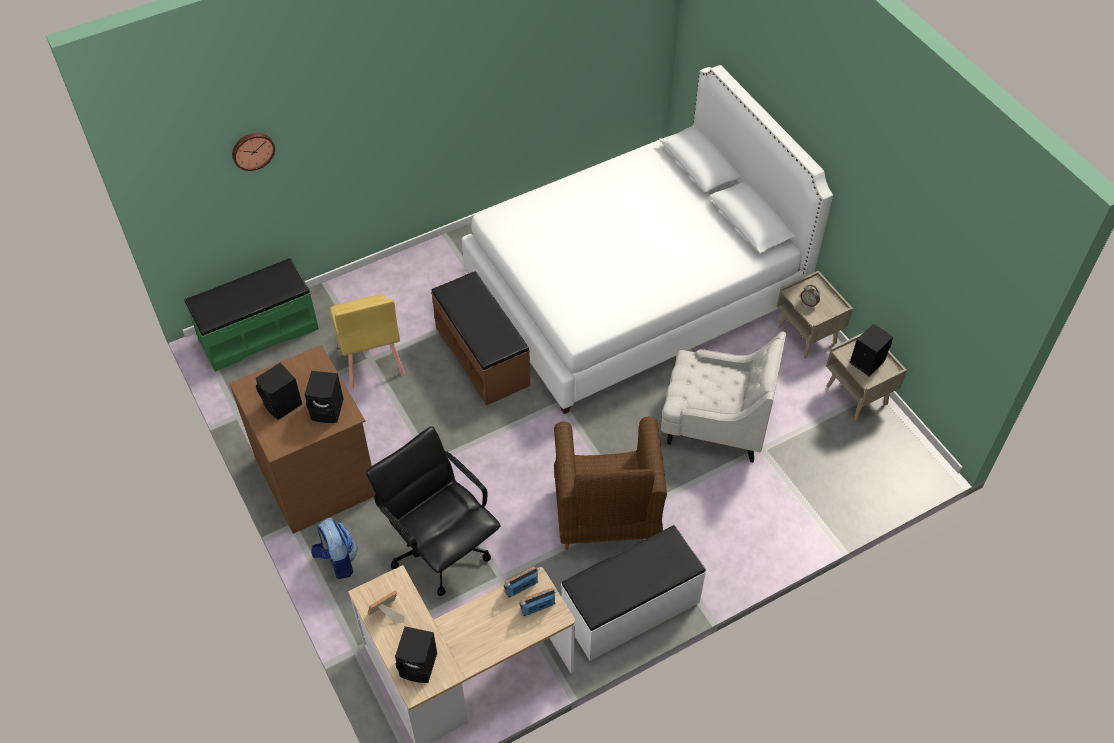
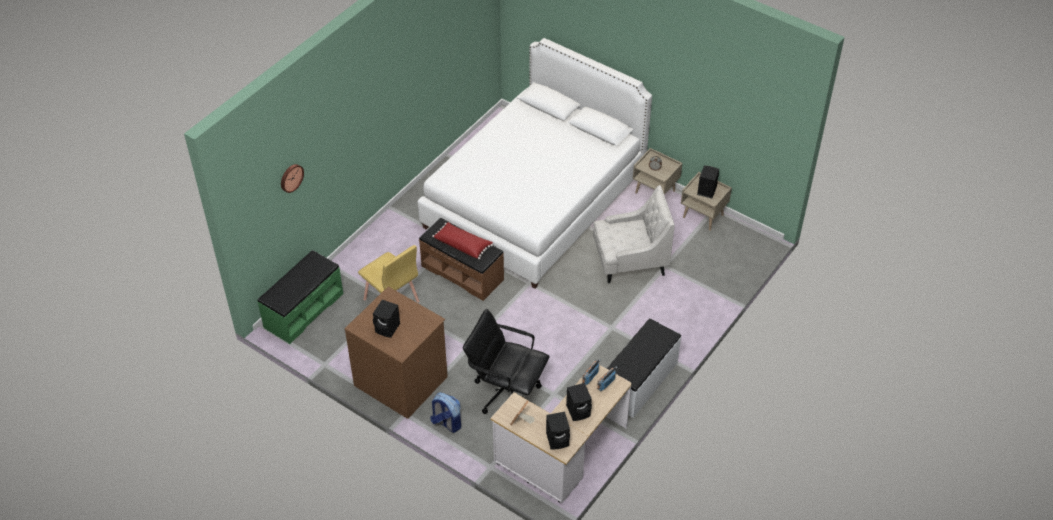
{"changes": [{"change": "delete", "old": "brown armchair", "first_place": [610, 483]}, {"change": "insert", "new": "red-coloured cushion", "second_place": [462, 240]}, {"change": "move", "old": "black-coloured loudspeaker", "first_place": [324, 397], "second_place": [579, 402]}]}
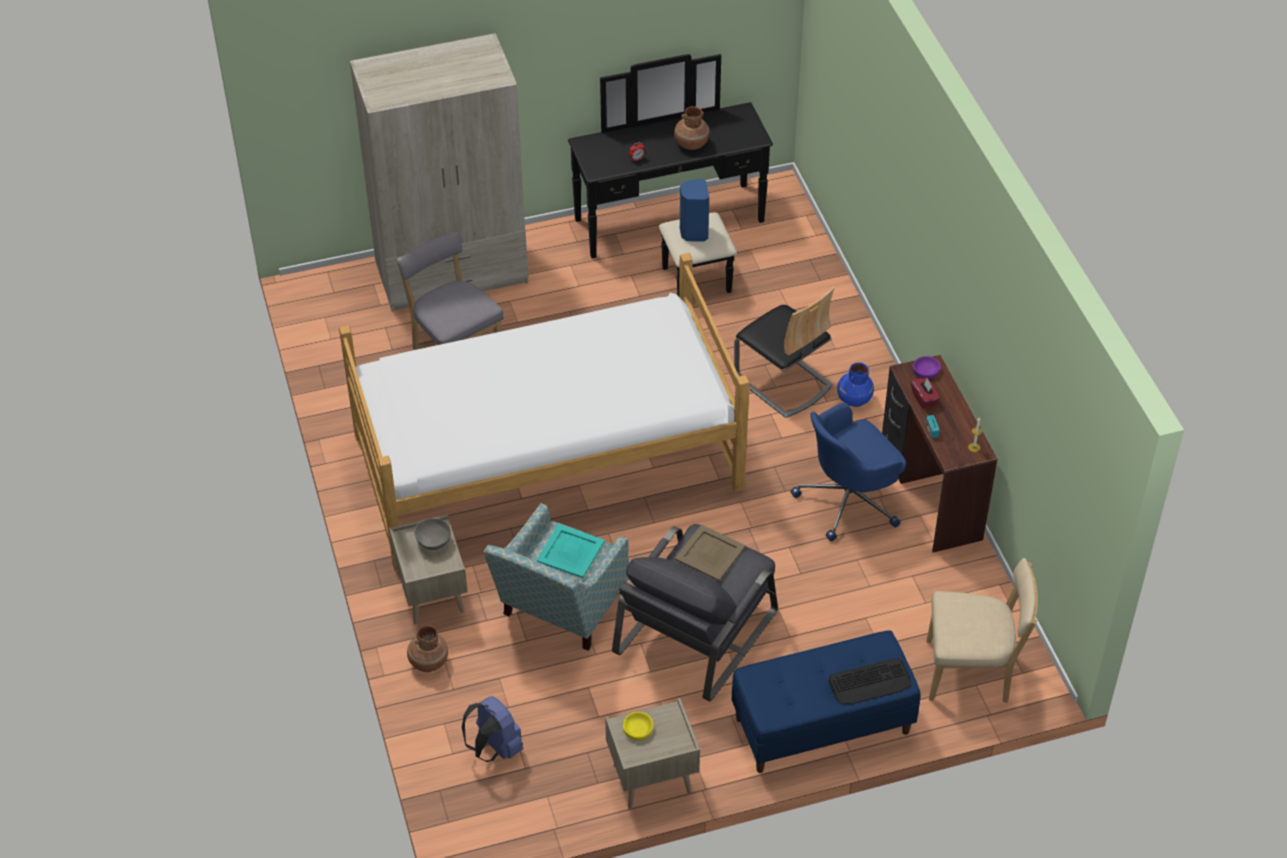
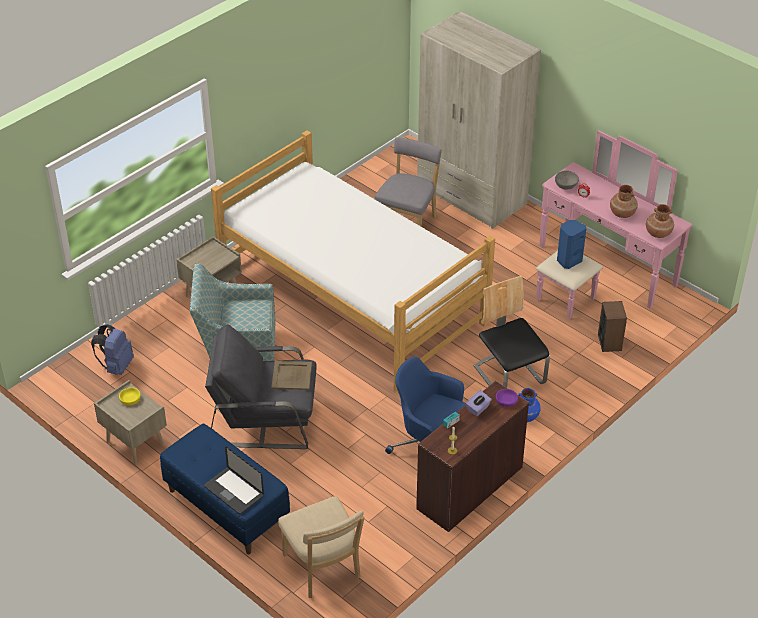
{"changes": [{"change": "delete", "old": "turquoise-coloured serving tray", "first_place": [570, 551]}, {"change": "insert", "new": "loudspeaker", "second_place": [612, 326]}, {"change": "move", "old": "brown decorative vase", "first_place": [427, 648], "second_place": [660, 221]}, {"change": "move", "old": "grey bowl", "first_place": [432, 534], "second_place": [567, 180]}, {"change": "replace", "old": "computer keyboard", "new": "portable computer", "first_place": [869, 681], "second_place": [234, 480]}, {"change": "recolor", "old": "black-coloured dresser", "new": "pink dresser", "first_place": [670, 175], "second_place": [614, 224]}, {"change": "recolor", "old": "red-coloured box of tissues", "new": "purple box of tissues", "first_place": [925, 393], "second_place": [479, 403]}, {"change": "rotate", "old": "plain chair", "first_place": [784, 352], "second_place": [512, 332], "degrees": 135}]}
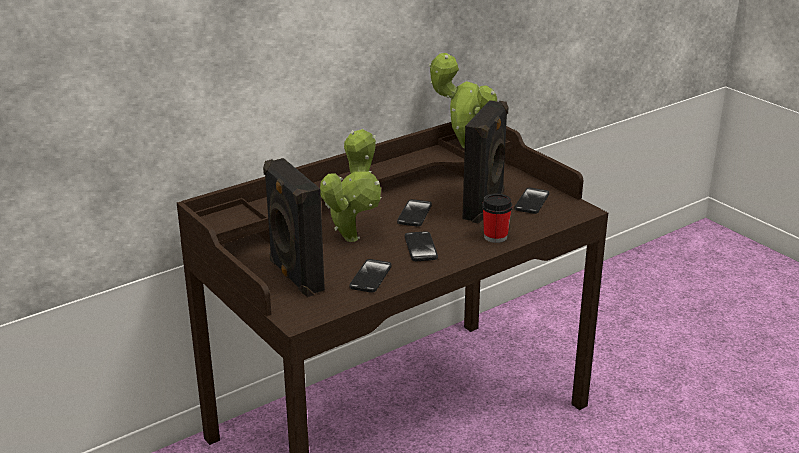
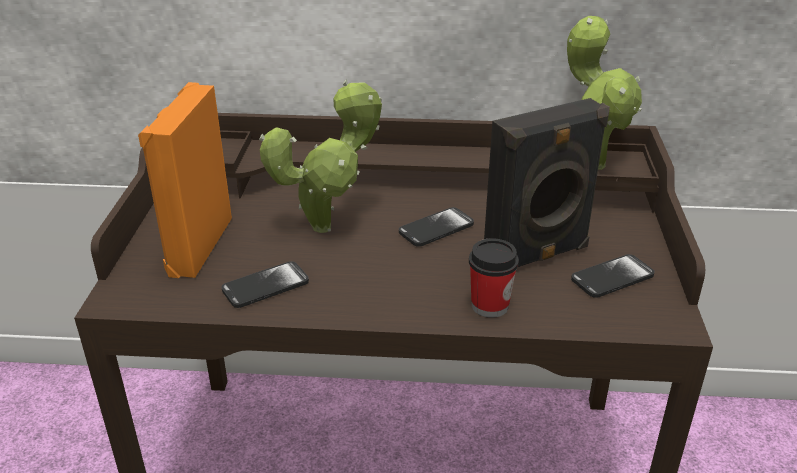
{"changes": [{"change": "delete", "old": "phone", "first_place": [421, 246]}, {"change": "recolor", "old": "black-coloured loudspeaker", "new": "orange-coloured loudspeaker", "first_place": [294, 227], "second_place": [185, 180]}]}
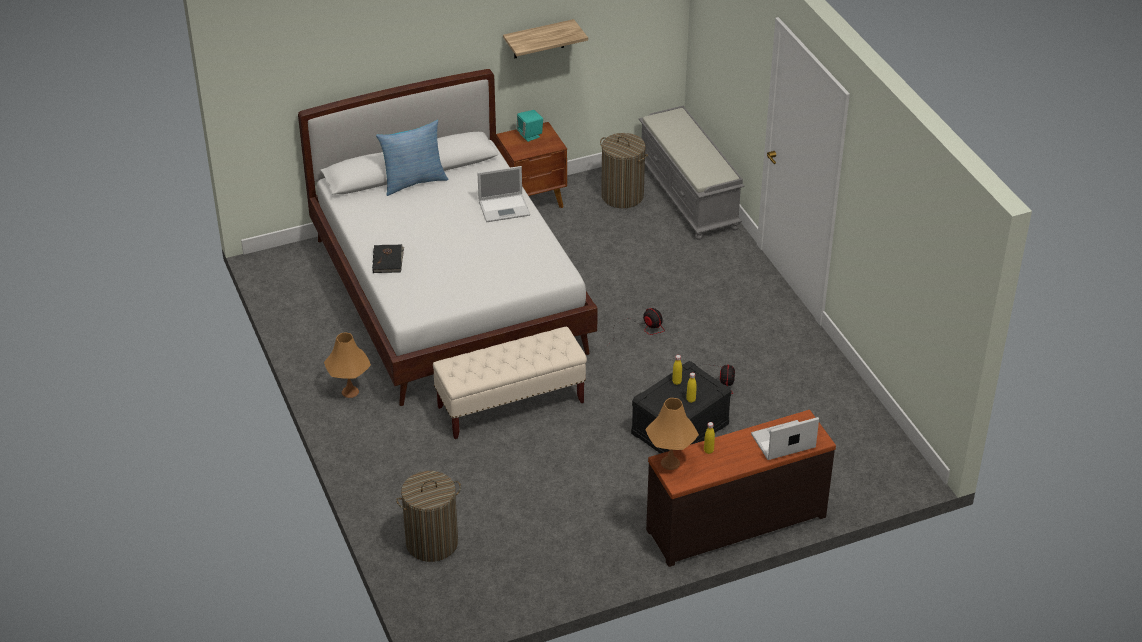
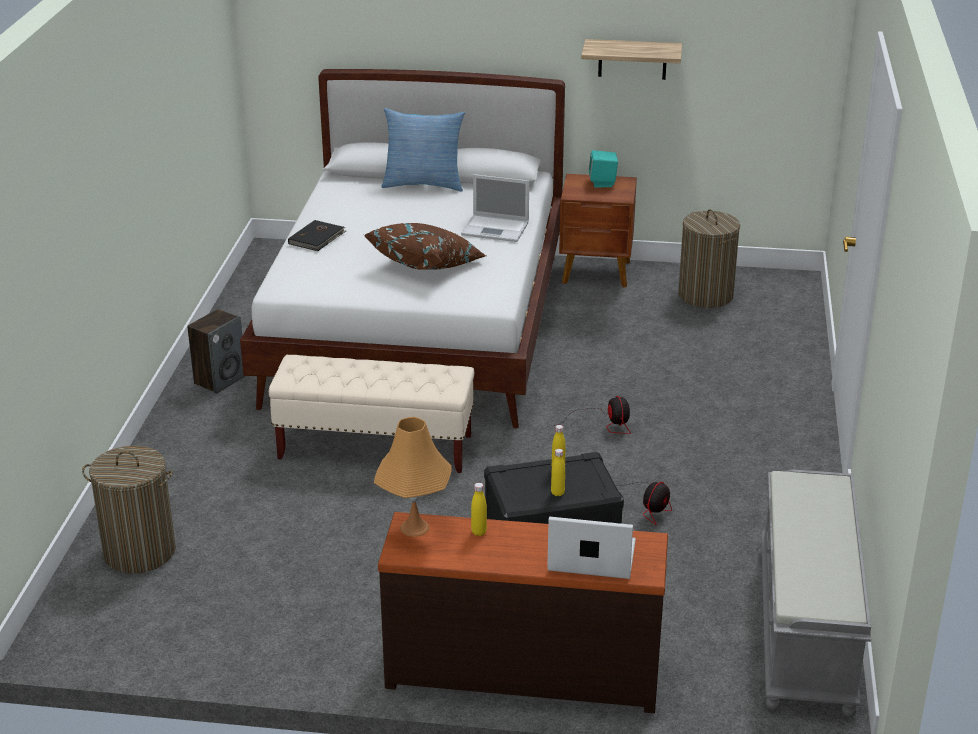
{"changes": [{"change": "insert", "new": "brown cushion", "second_place": [425, 246]}, {"change": "move", "old": "grey bench", "first_place": [692, 173], "second_place": [816, 593]}, {"change": "replace", "old": "orange-coloured table lamp", "new": "loudspeaker", "first_place": [347, 365], "second_place": [216, 351]}]}
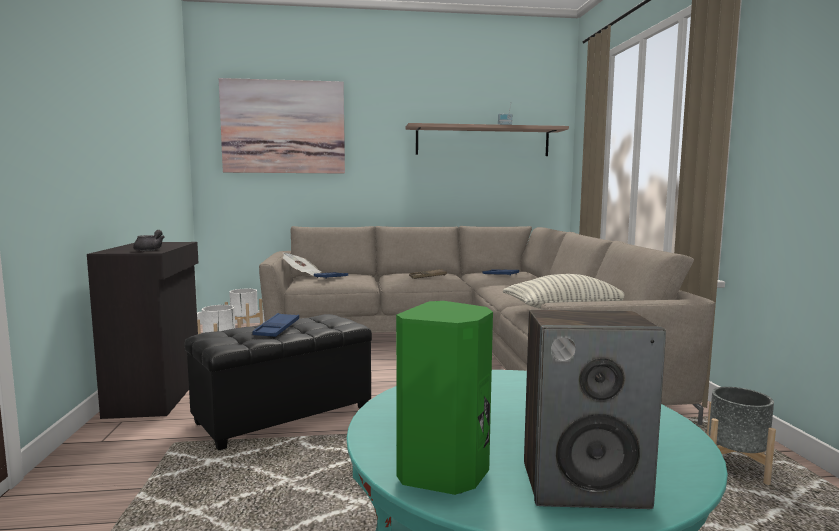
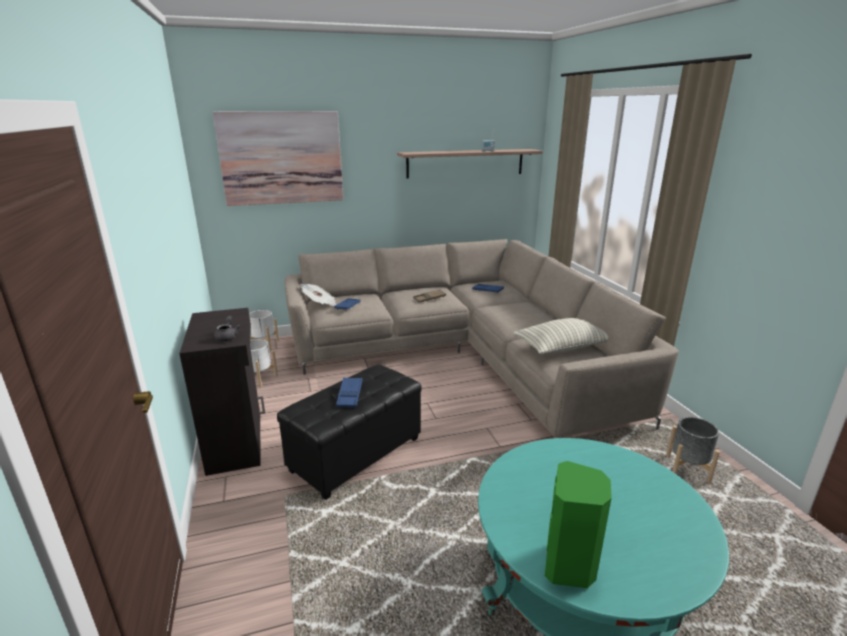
{"changes": [{"change": "delete", "old": "loudspeaker", "first_place": [595, 409]}]}
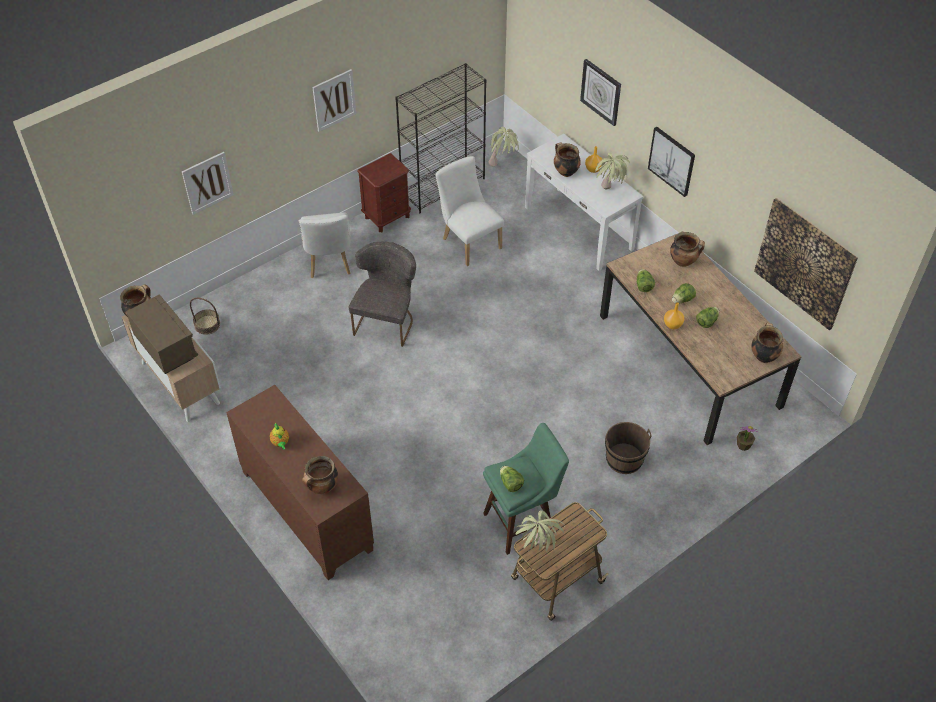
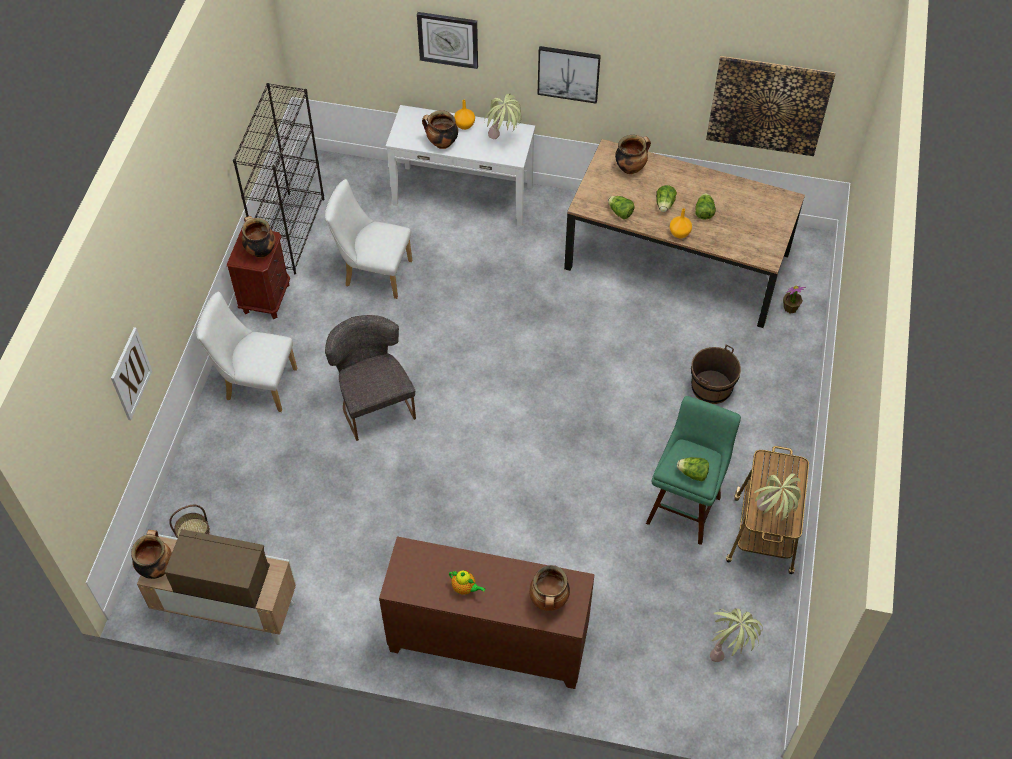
{"changes": [{"change": "delete", "old": "wall picture", "first_place": [334, 100]}, {"change": "move", "old": "plant in a pot", "first_place": [503, 146], "second_place": [736, 635]}, {"change": "move", "old": "stockpot", "first_place": [767, 343], "second_place": [259, 237]}, {"change": "rotate", "old": "white-coloured plain chair", "first_place": [325, 245], "second_place": [247, 352], "degrees": 150}]}
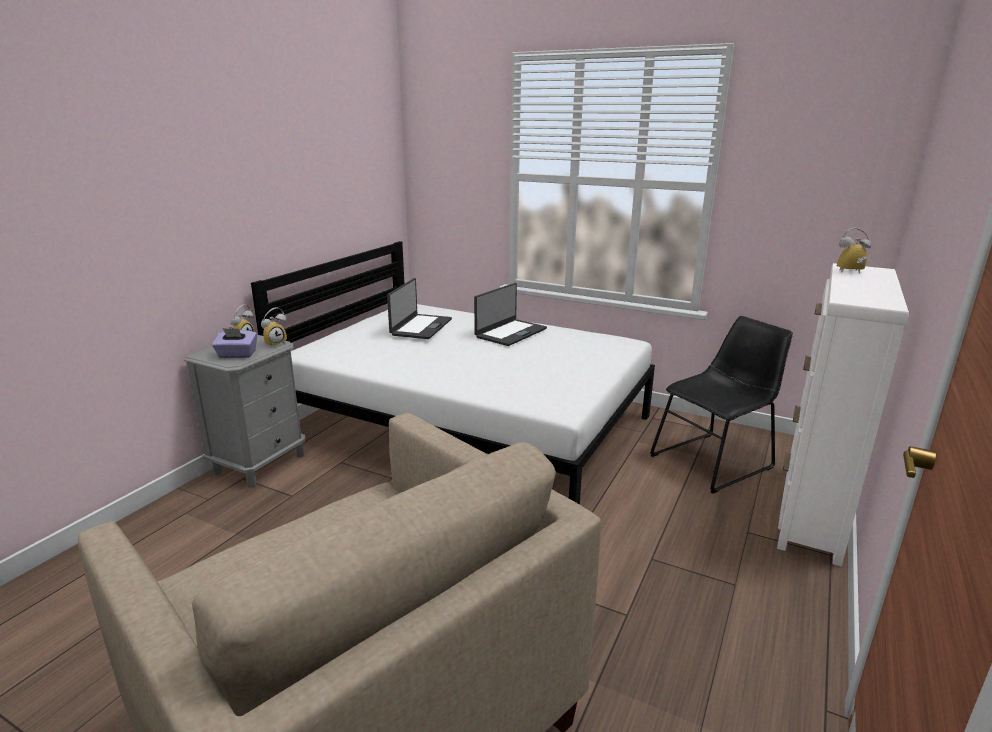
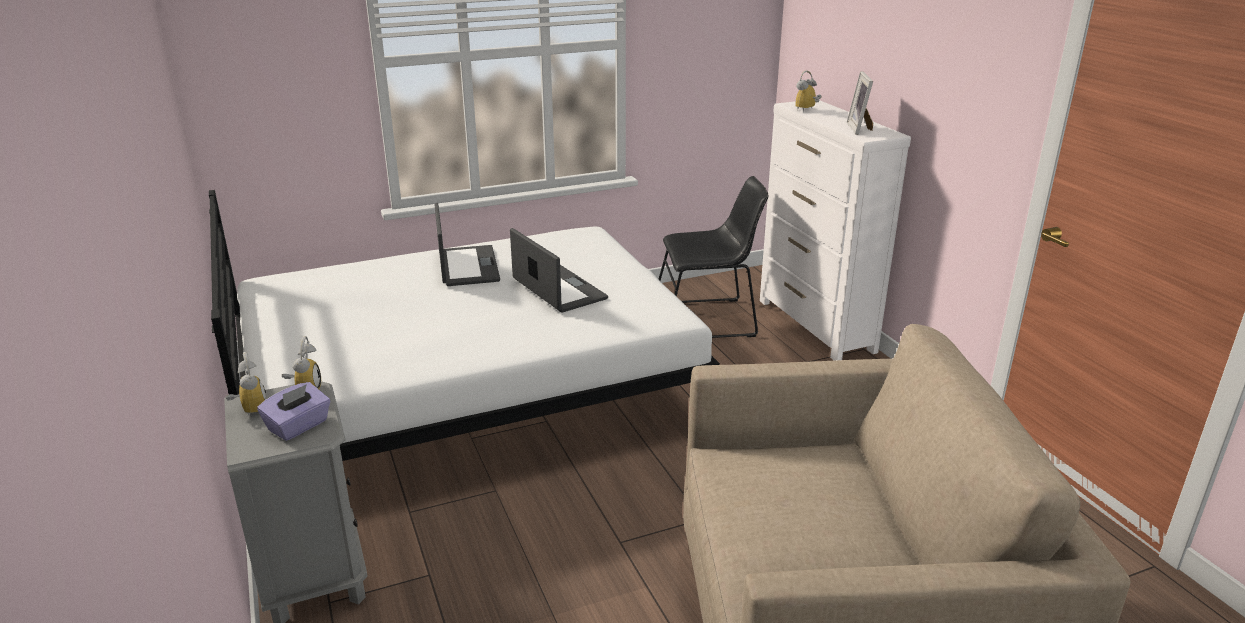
{"changes": [{"change": "insert", "new": "standing frame", "second_place": [860, 103]}, {"change": "move", "old": "portable computer", "first_place": [419, 308], "second_place": [559, 270]}, {"change": "rotate", "old": "black-coloured plain chair", "first_place": [721, 405], "second_place": [713, 257], "degrees": 75}]}
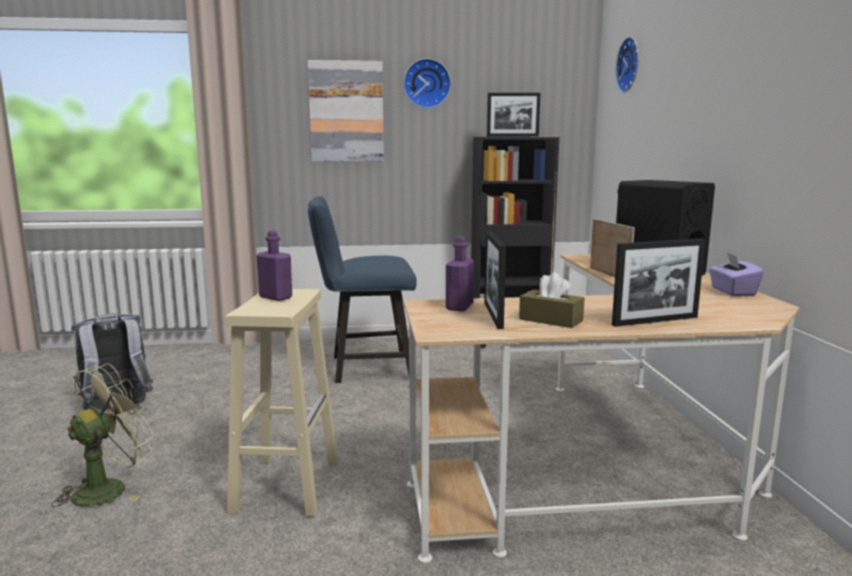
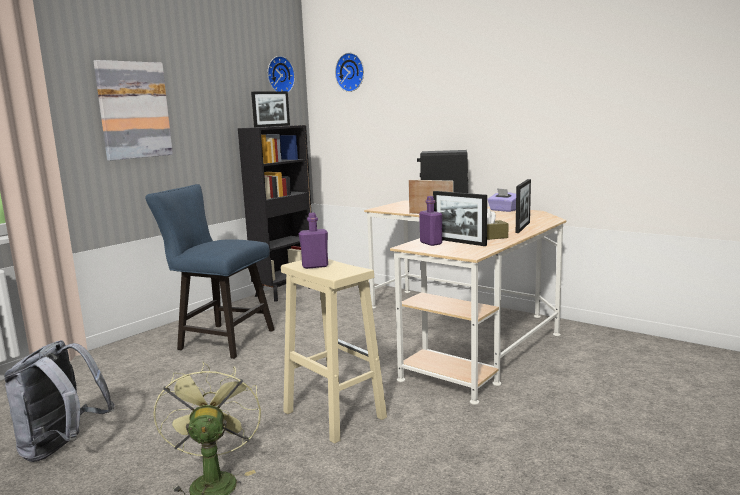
{"changes": [{"change": "move", "old": "hanging clock", "first_place": [427, 83], "second_place": [281, 74]}, {"change": "rotate", "old": "blue-coloured plain chair", "first_place": [362, 289], "second_place": [210, 271], "degrees": 75}]}
